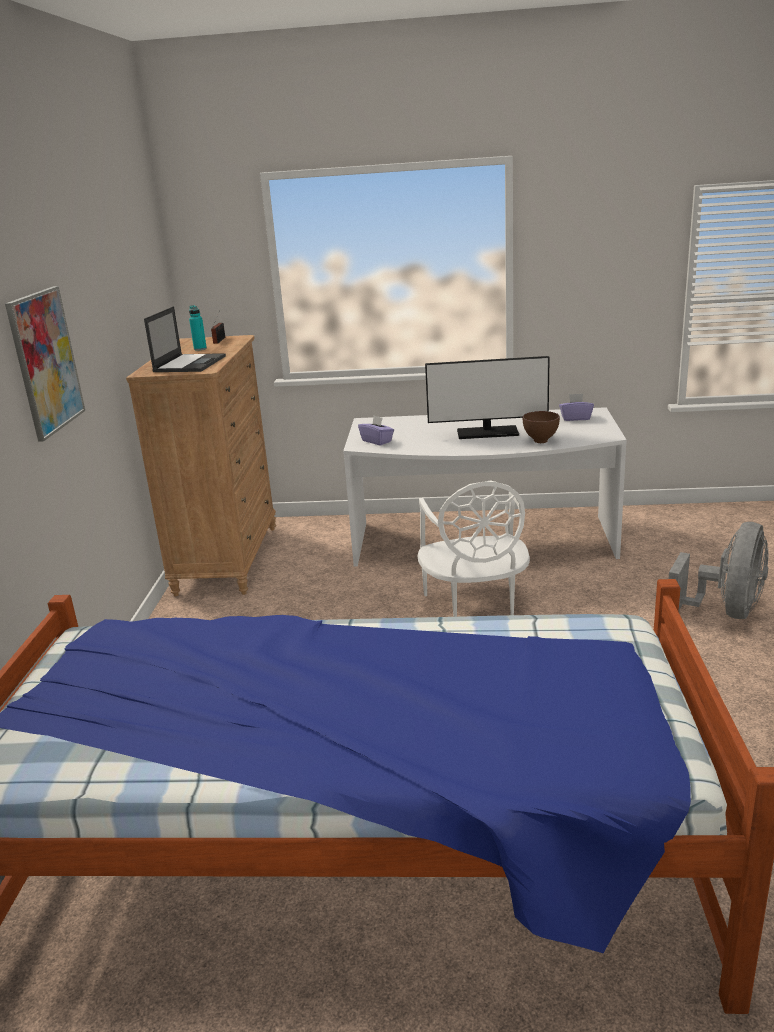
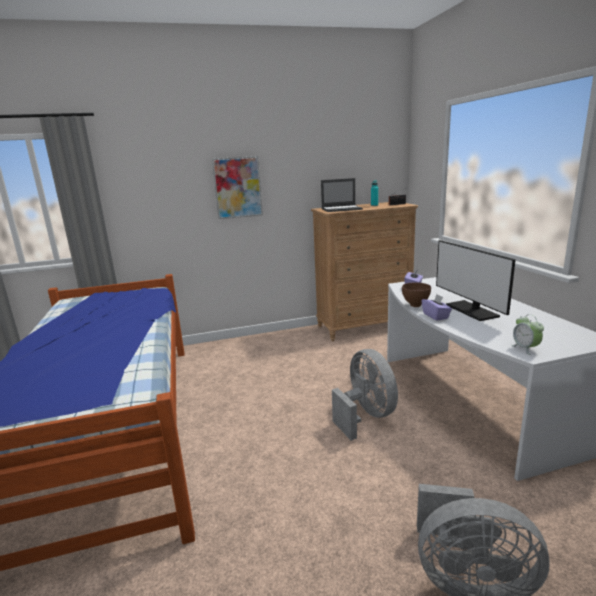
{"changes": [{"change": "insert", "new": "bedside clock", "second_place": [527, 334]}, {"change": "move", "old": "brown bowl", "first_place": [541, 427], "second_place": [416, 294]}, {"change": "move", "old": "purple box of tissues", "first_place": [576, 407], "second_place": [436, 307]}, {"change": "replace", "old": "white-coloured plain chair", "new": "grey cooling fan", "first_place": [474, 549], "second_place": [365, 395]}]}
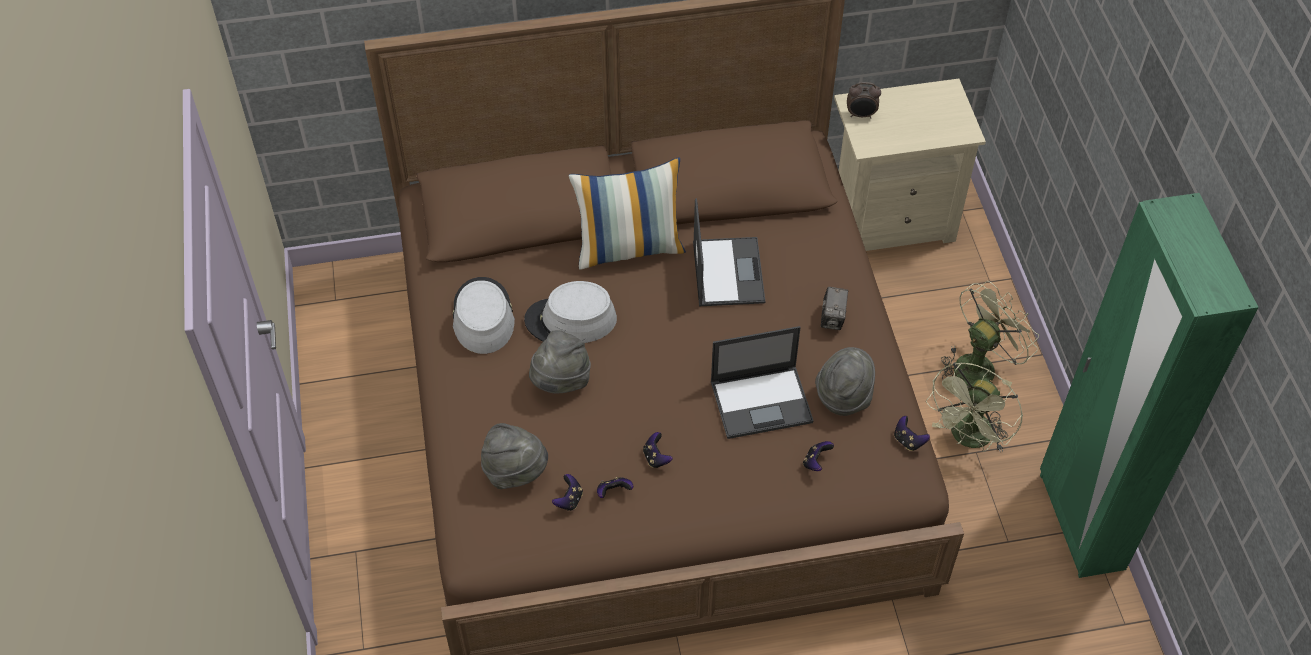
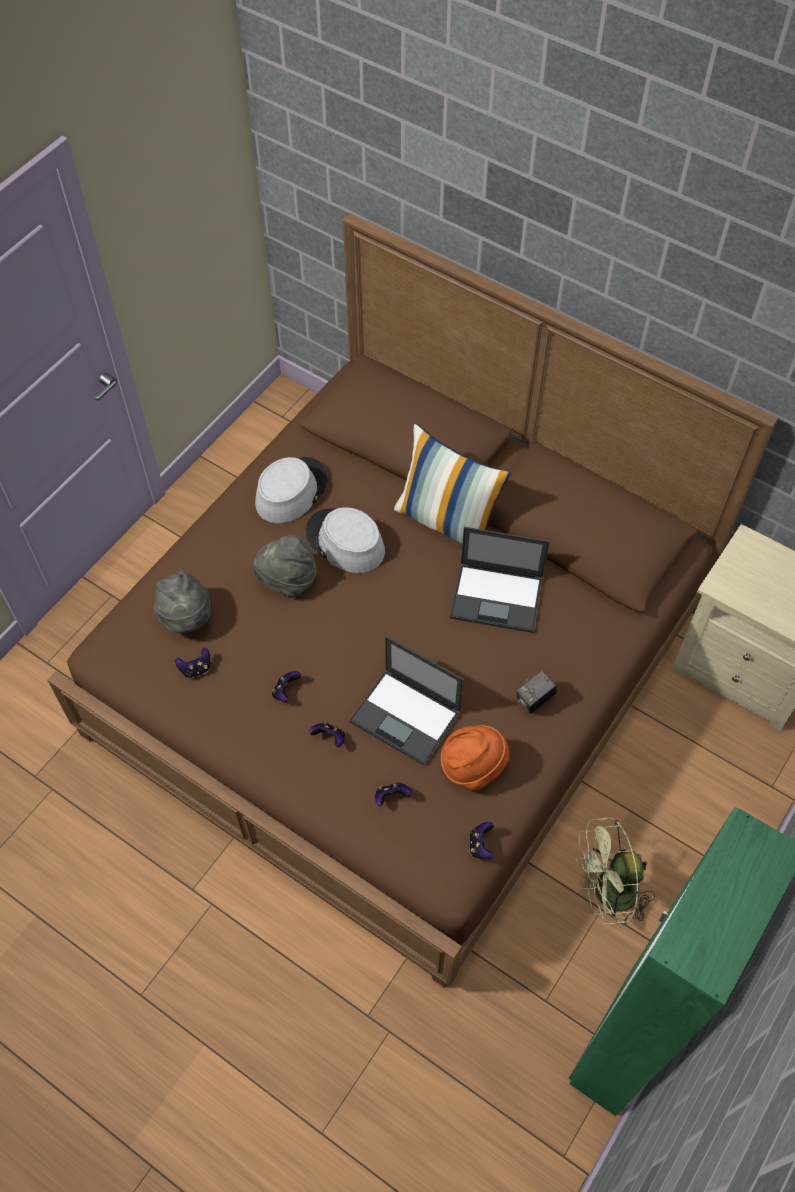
{"changes": [{"change": "delete", "old": "bedside clock", "first_place": [864, 100]}, {"change": "delete", "old": "green cooling fan", "first_place": [990, 334]}, {"change": "move", "old": "gamepad", "first_place": [615, 487], "second_place": [327, 734]}, {"change": "recolor", "old": "grey clothing hat", "new": "orange-coloured clothing hat", "first_place": [845, 381], "second_place": [475, 758]}, {"change": "rotate", "old": "portable computer", "first_place": [729, 252], "second_place": [500, 580], "degrees": 60}]}
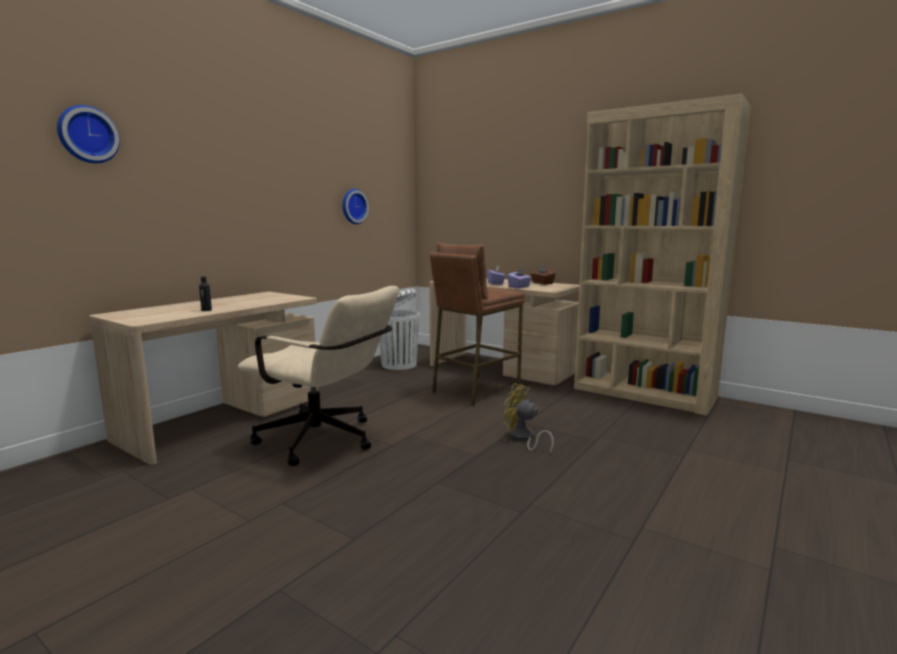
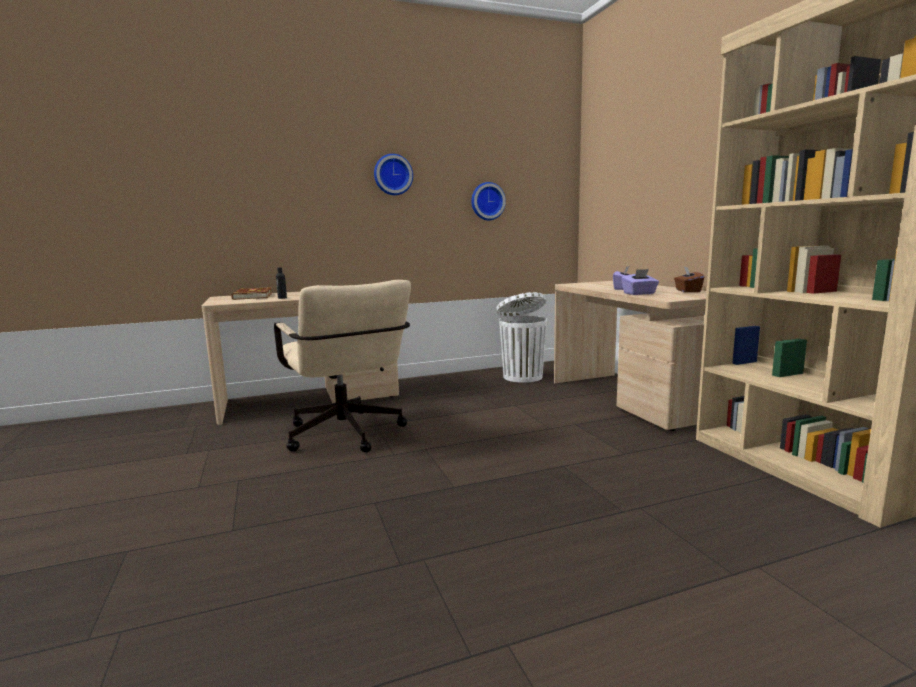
{"changes": [{"change": "delete", "old": "brown stool", "first_place": [477, 324]}, {"change": "delete", "old": "yellow cooling fan", "first_place": [528, 418]}, {"change": "insert", "new": "brown book", "second_place": [252, 293]}, {"change": "move", "old": "hanging clock", "first_place": [88, 134], "second_place": [393, 174]}]}
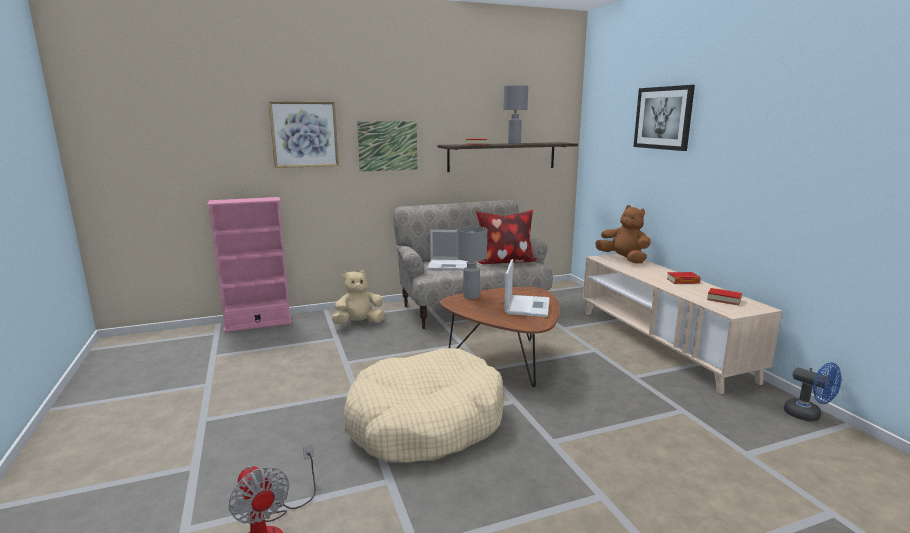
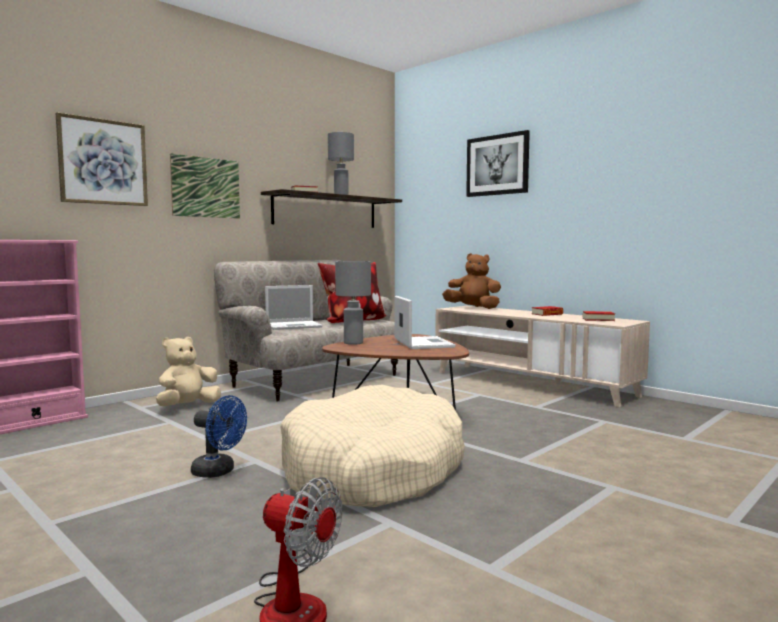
{"changes": [{"change": "move", "old": "blue-coloured cooling fan", "first_place": [813, 391], "second_place": [219, 436]}]}
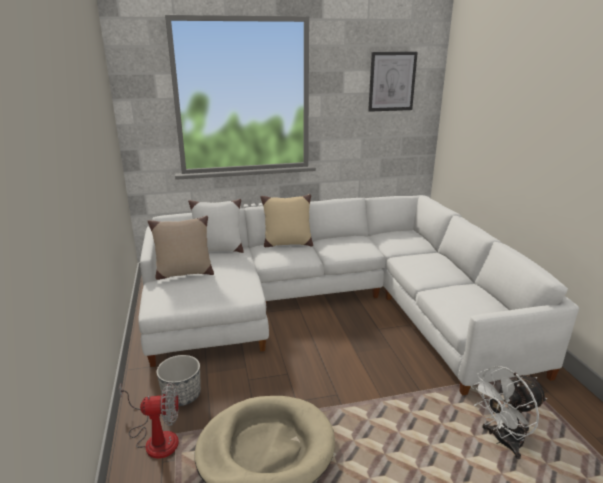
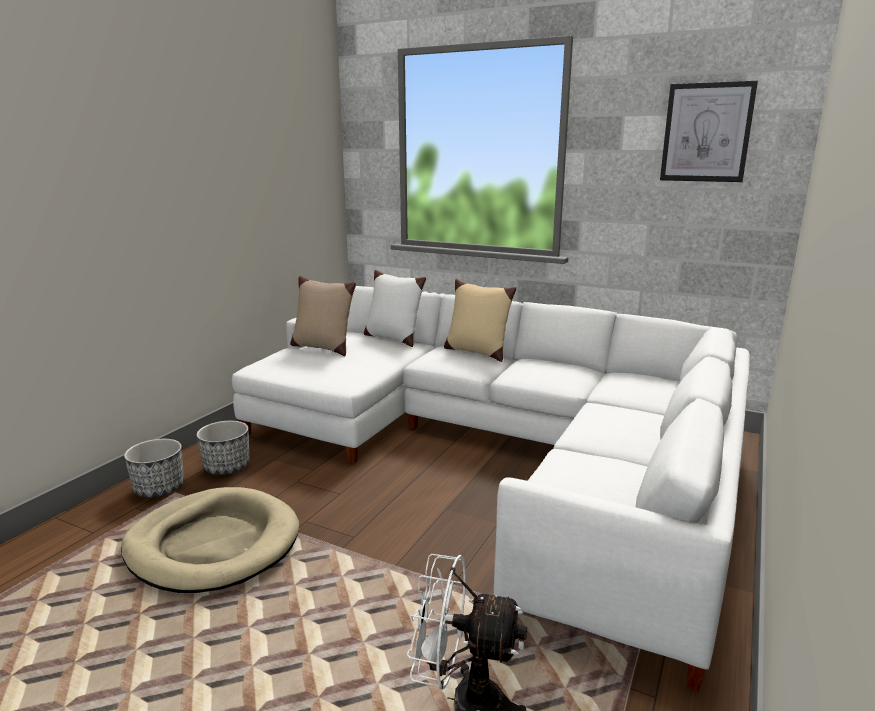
{"changes": [{"change": "replace", "old": "cooling fan", "new": "flower pot", "first_place": [149, 421], "second_place": [154, 468]}]}
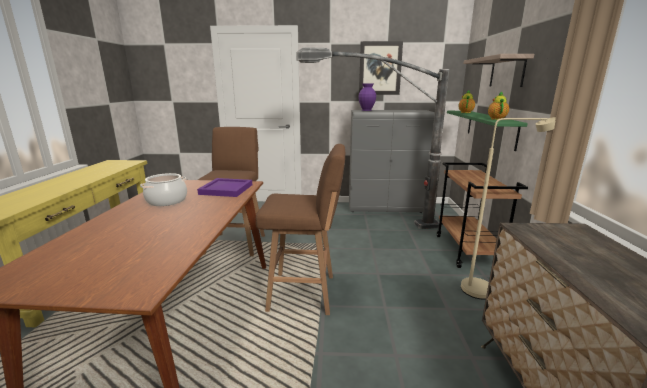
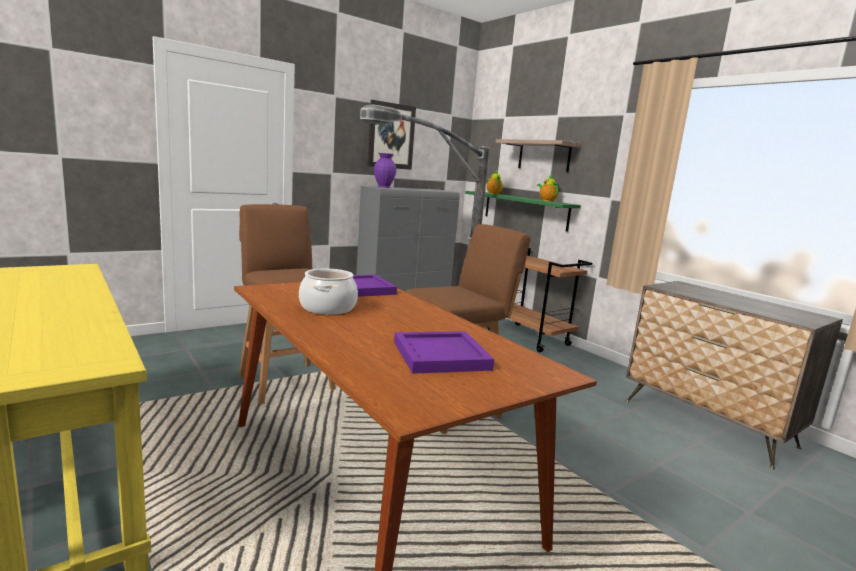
{"changes": [{"change": "delete", "old": "beige-coloured standing lamp", "first_place": [508, 208]}, {"change": "insert", "new": "purple serving tray", "second_place": [444, 352]}]}
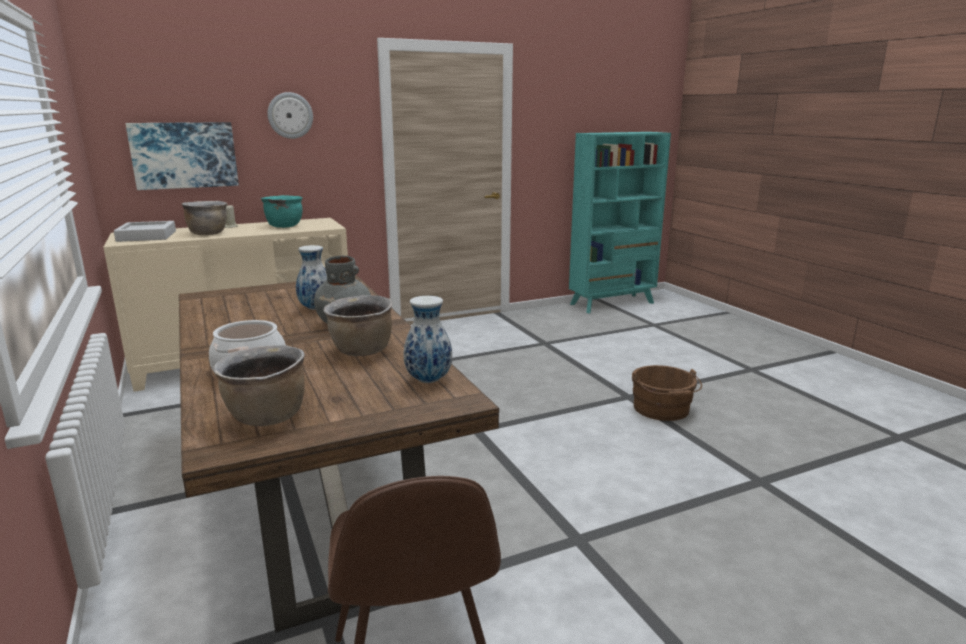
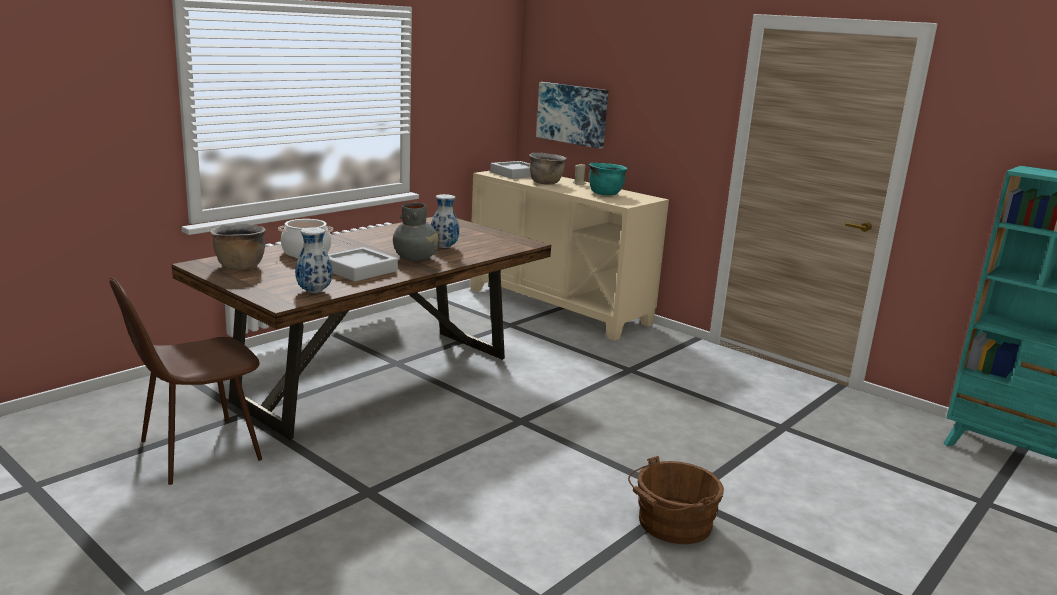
{"changes": [{"change": "delete", "old": "hanging clock", "first_place": [290, 115]}, {"change": "replace", "old": "brown stockpot", "new": "grey serving tray", "first_place": [358, 325], "second_place": [363, 264]}]}
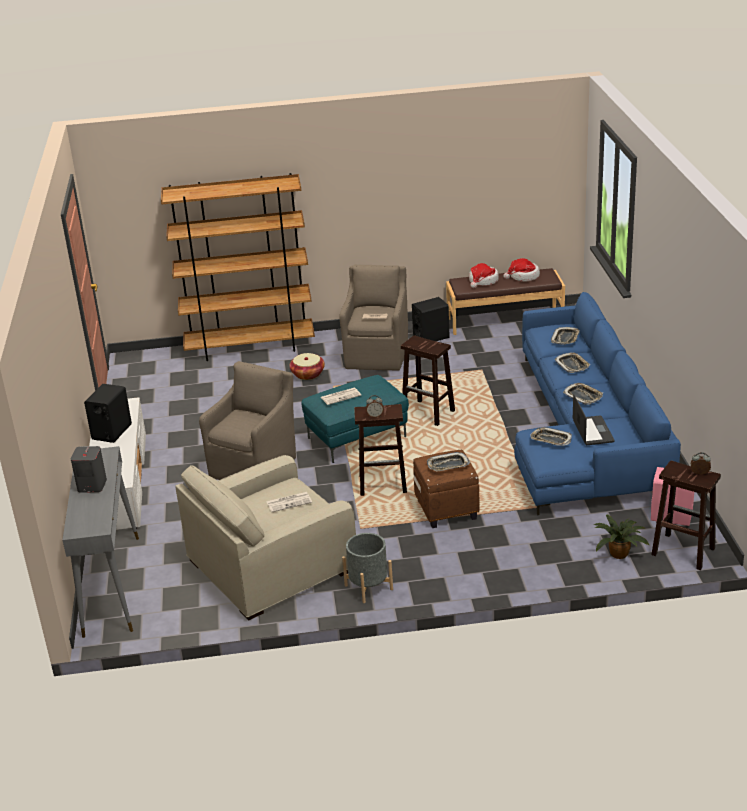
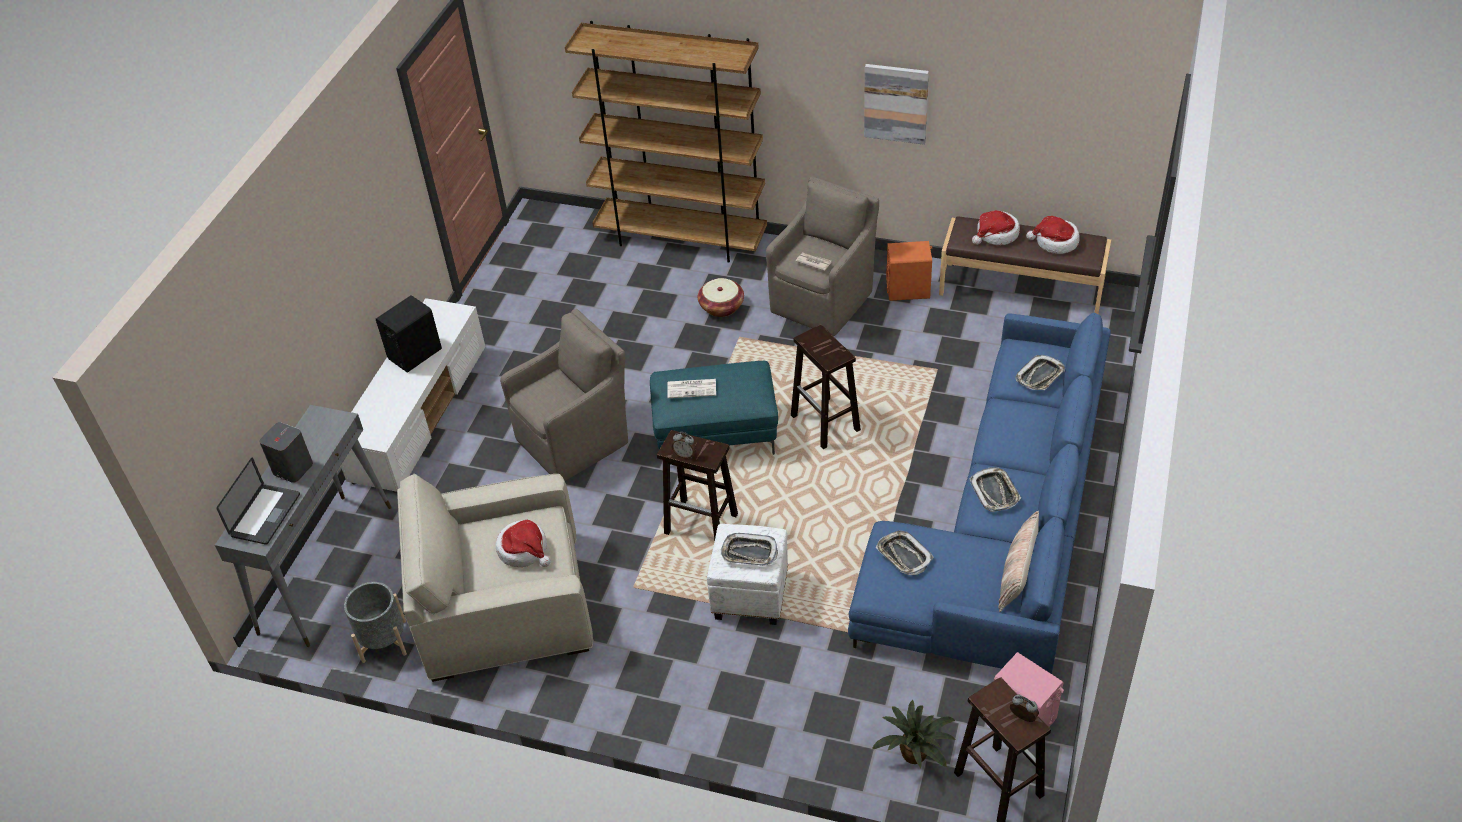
{"changes": [{"change": "delete", "old": "serving tray", "first_place": [572, 362]}, {"change": "insert", "new": "wall picture", "second_place": [896, 104]}, {"change": "insert", "new": "cushion", "second_place": [1018, 561]}, {"change": "move", "old": "grey flower pot", "first_place": [367, 568], "second_place": [375, 622]}, {"change": "move", "old": "portable computer", "first_place": [593, 419], "second_place": [258, 501]}, {"change": "replace", "old": "printed paper", "new": "clothing hat", "first_place": [289, 502], "second_place": [523, 543]}, {"change": "recolor", "old": "black-coloured loudspeaker", "new": "orange-coloured loudspeaker", "first_place": [431, 319], "second_place": [909, 271]}, {"change": "recolor", "old": "brown footrest", "new": "white-coloured footrest", "first_place": [446, 489], "second_place": [747, 574]}]}
